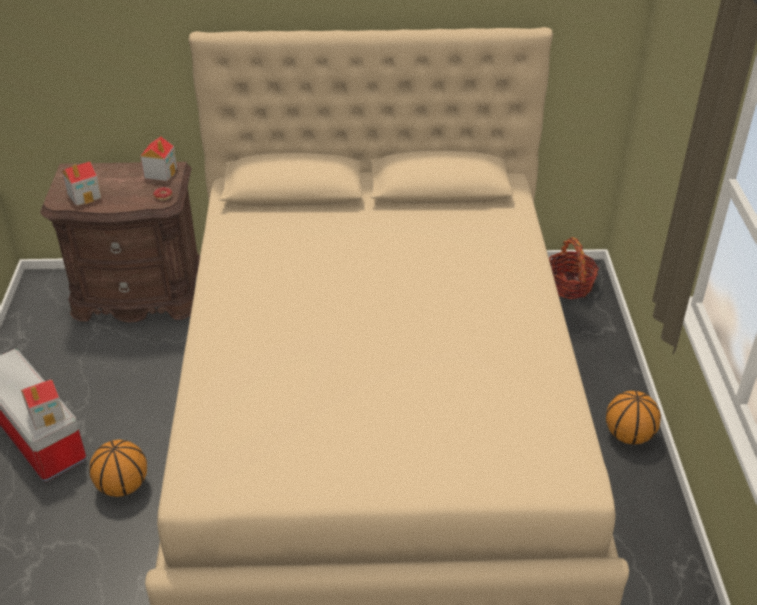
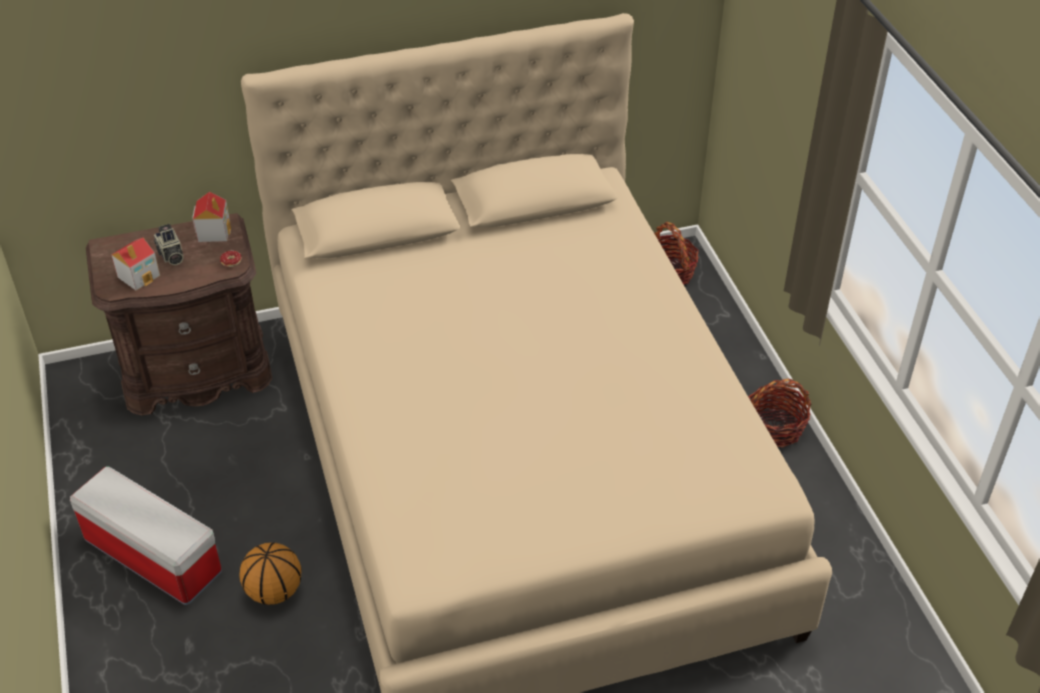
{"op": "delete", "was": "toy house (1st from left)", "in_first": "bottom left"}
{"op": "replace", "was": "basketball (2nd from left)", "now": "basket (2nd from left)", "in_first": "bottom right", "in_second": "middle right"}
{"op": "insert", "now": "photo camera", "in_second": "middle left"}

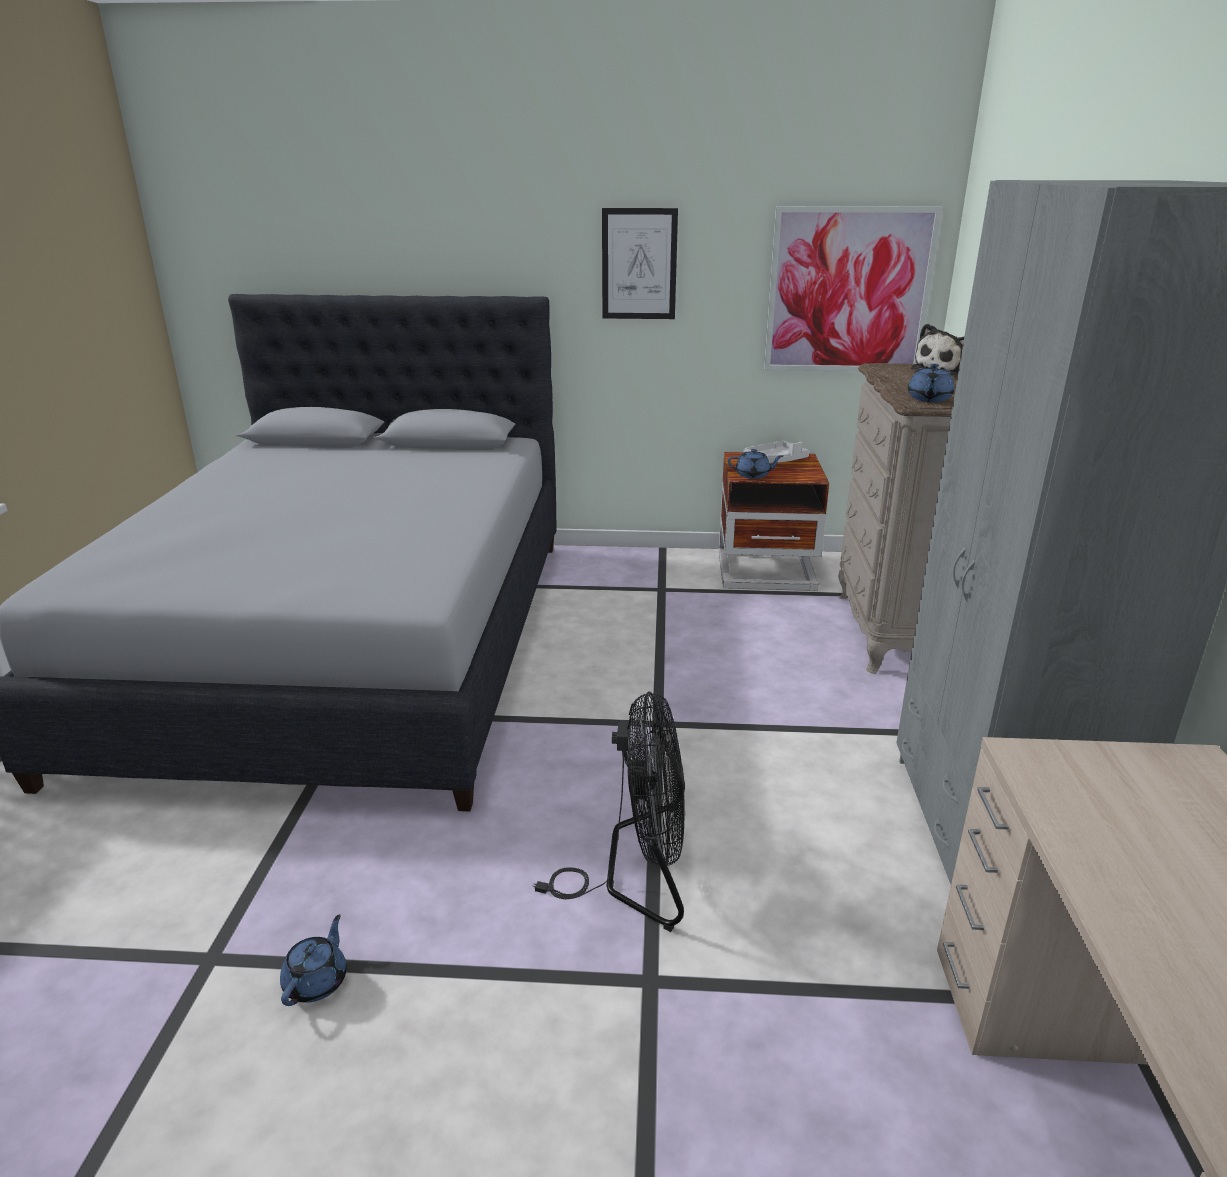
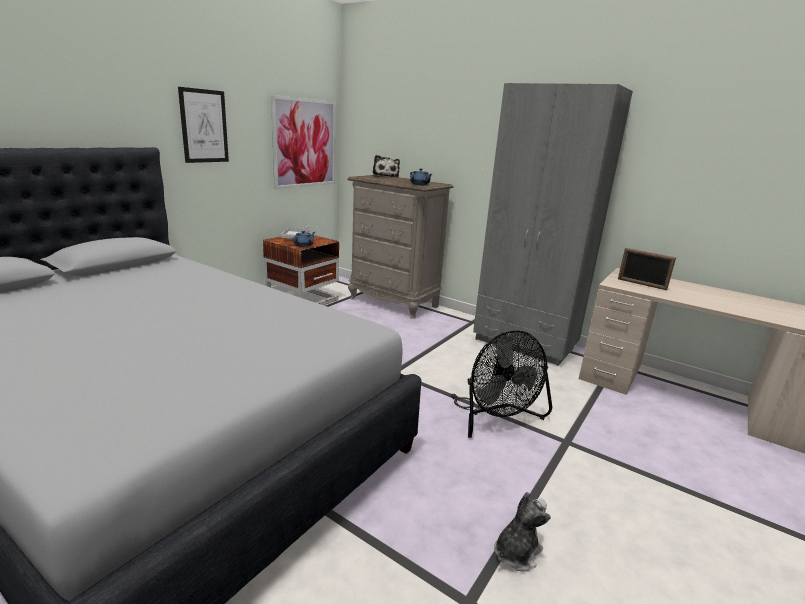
{"op": "replace", "was": "teapot (blue) (1st from left)", "now": "plush toy (2nd from left)", "in_first": "bottom left", "in_second": "bottom centre"}
{"op": "rotate", "was": "fan (black)", "in_first": "bottom centre", "in_second": "centre", "clockwise": 120}
{"op": "insert", "now": "picture frame", "in_second": "middle right"}

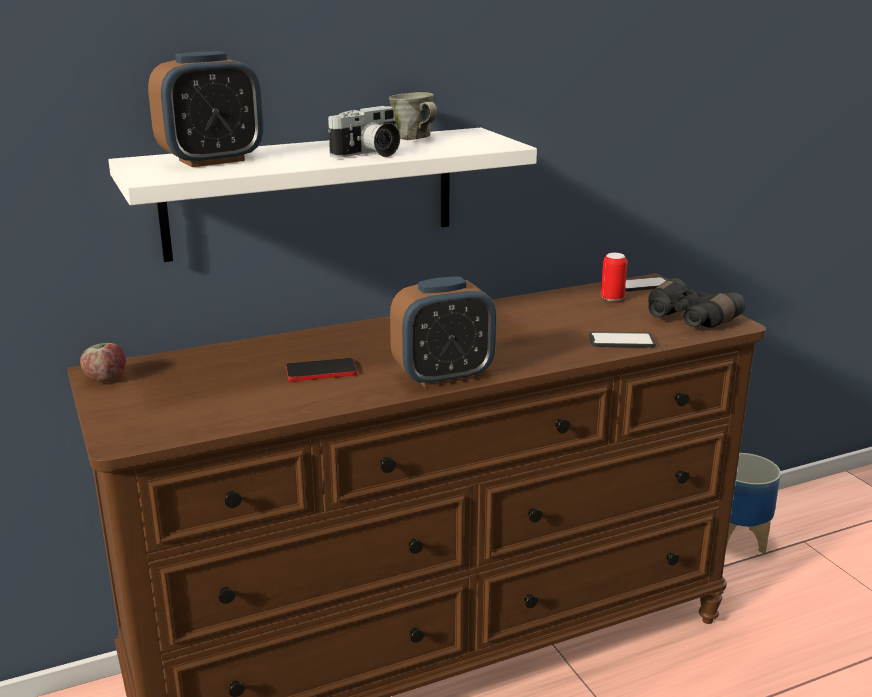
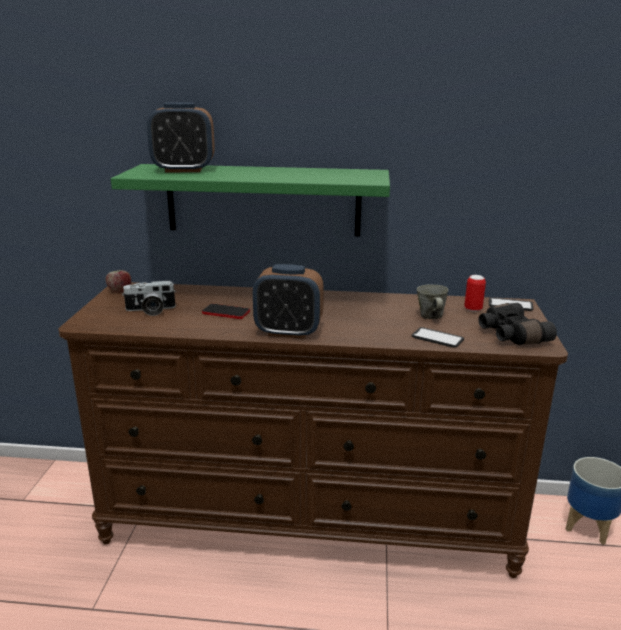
{"op": "recolor", "was": "shelf (white)", "now": "shelf (green)", "in_first": "top centre", "in_second": "top centre"}
{"op": "move", "was": "photo camera", "in_first": "top centre", "in_second": "middle left"}
{"op": "move", "was": "mug (grey)", "in_first": "top centre", "in_second": "middle right"}

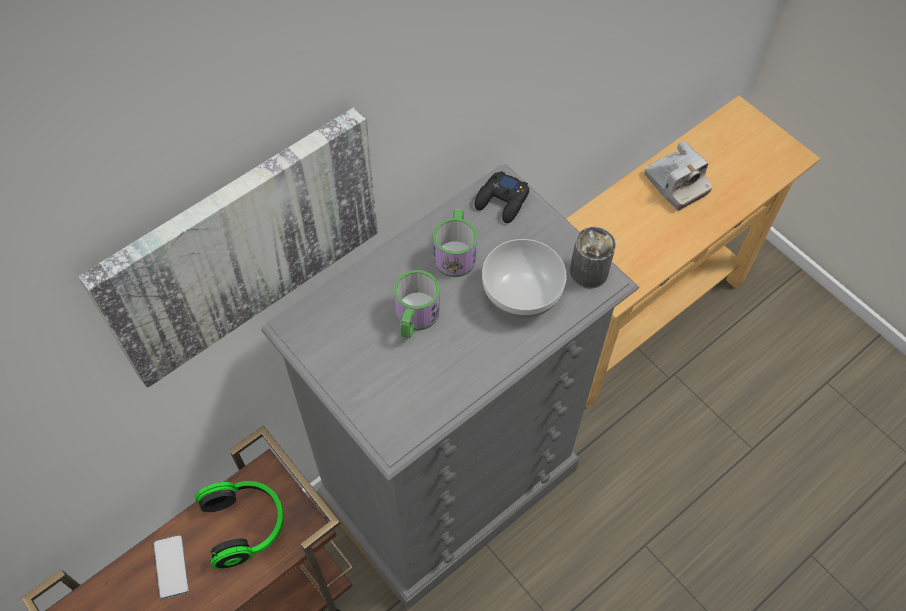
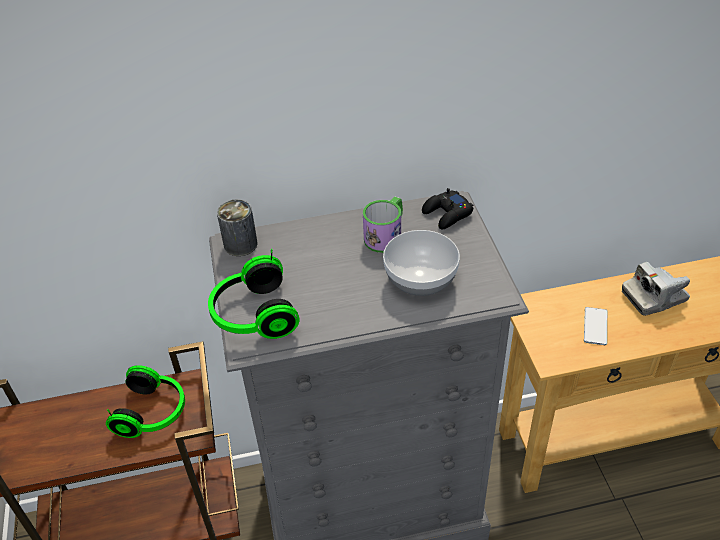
{"op": "delete", "was": "picture", "in_first": "middle left"}
{"op": "move", "was": "phone", "in_first": "bottom left", "in_second": "middle right"}
{"op": "delete", "was": "mug (1st from left)", "in_first": "centre"}
{"op": "move", "was": "can", "in_first": "centre", "in_second": "middle left"}
{"op": "rotate", "was": "photo camera", "in_first": "top right", "in_second": "middle right", "clockwise": 75}
{"op": "insert", "now": "headphones (2nd from left)", "in_second": "centre"}

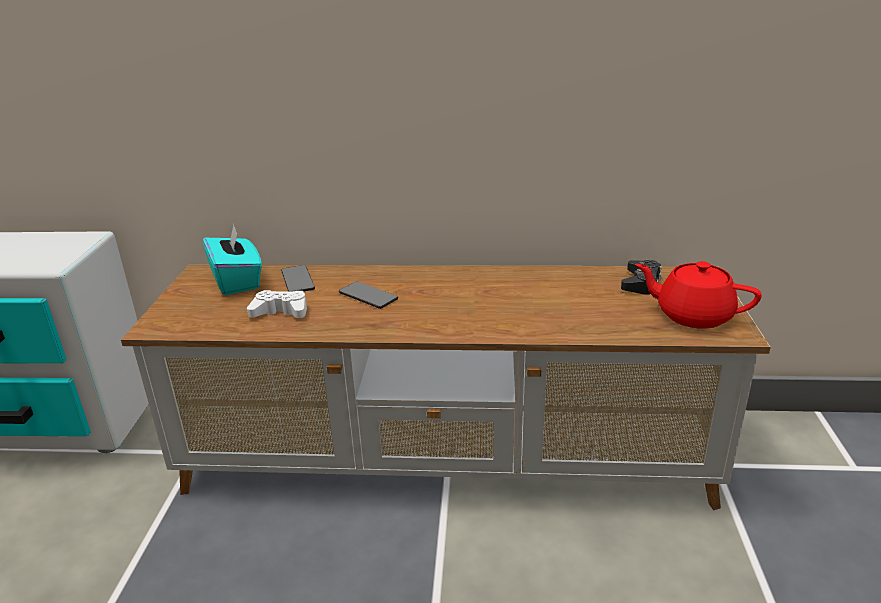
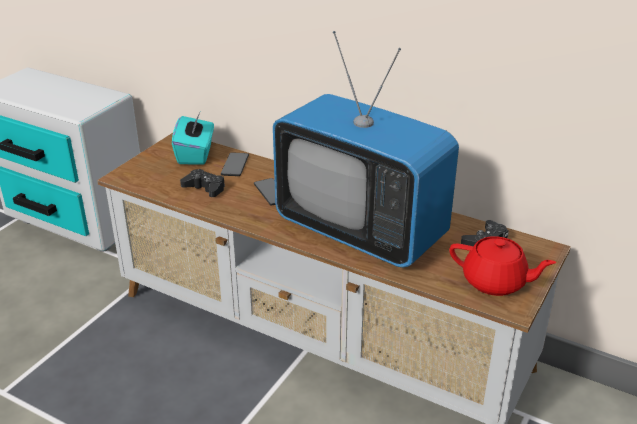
{"op": "recolor", "was": "game controller (white)", "now": "game controller (black) (1st from left)", "in_first": "middle left", "in_second": "middle left"}
{"op": "rotate", "was": "teapot (red)", "in_first": "middle right", "in_second": "middle right", "clockwise": 150}
{"op": "insert", "now": "television", "in_second": "centre"}

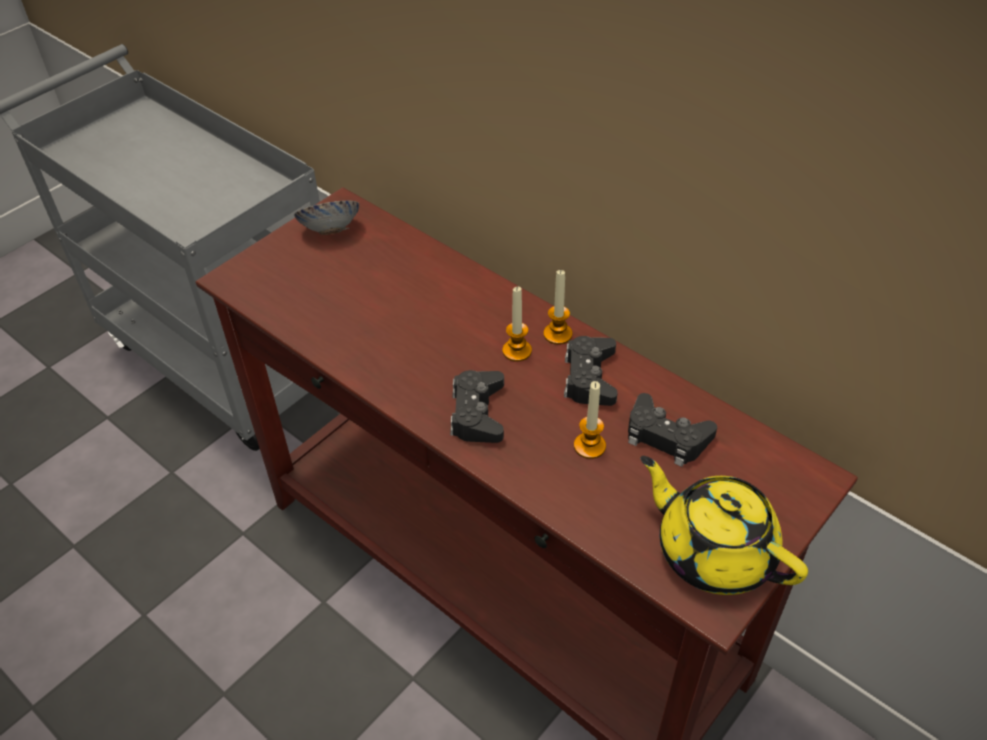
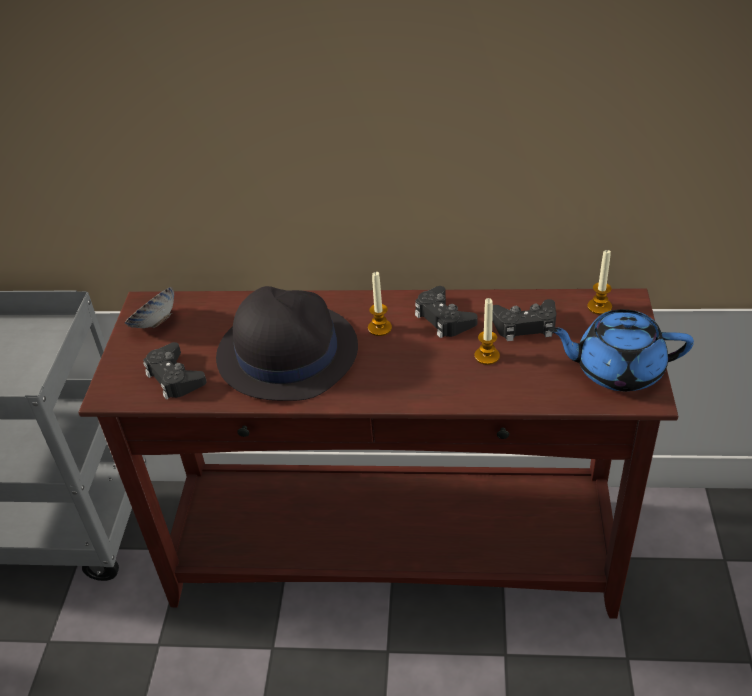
{"op": "move", "was": "game controller (black) (1st from left)", "in_first": "centre", "in_second": "middle left"}
{"op": "move", "was": "candle (2nd from left in the first image)", "now": "candle (3rd from left)", "in_first": "centre", "in_second": "middle right"}
{"op": "recolor", "was": "teapot (yellow)", "now": "teapot (blue)", "in_first": "bottom right", "in_second": "middle right"}
{"op": "insert", "now": "hat (black)", "in_second": "centre"}

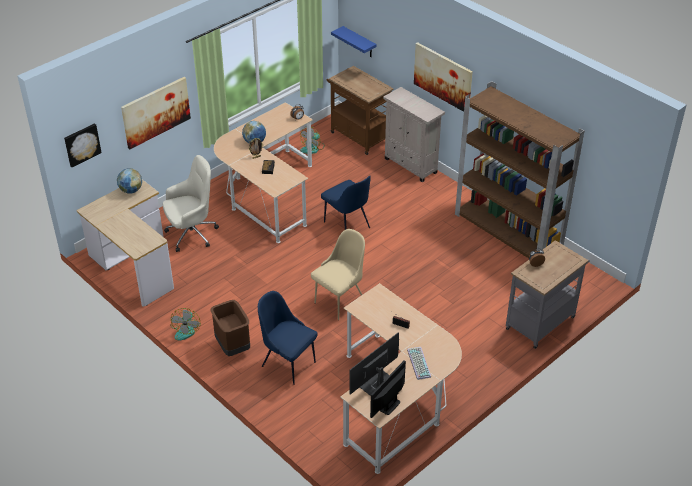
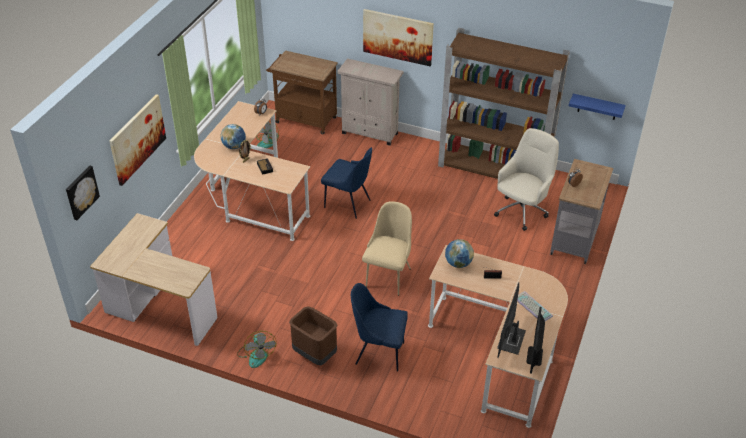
{"op": "move", "was": "globe (1st from left in the first image)", "now": "globe (2nd from left)", "in_first": "middle left", "in_second": "centre"}
{"op": "move", "was": "office chair (beige)", "in_first": "middle left", "in_second": "middle right"}
{"op": "move", "was": "shelf (blue)", "in_first": "top centre", "in_second": "top right"}

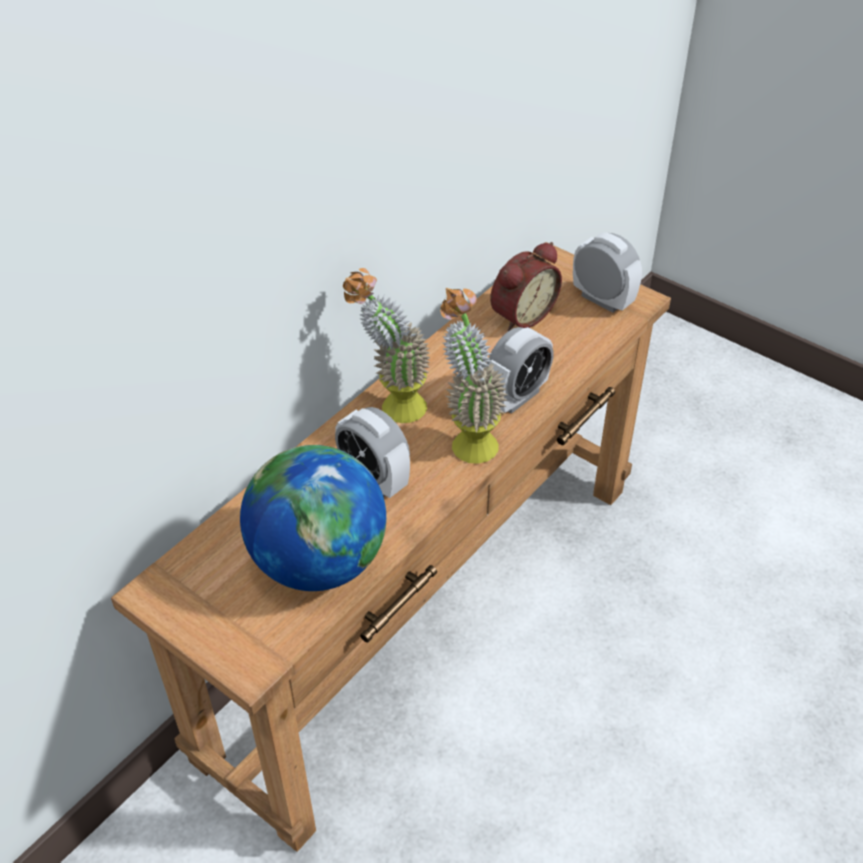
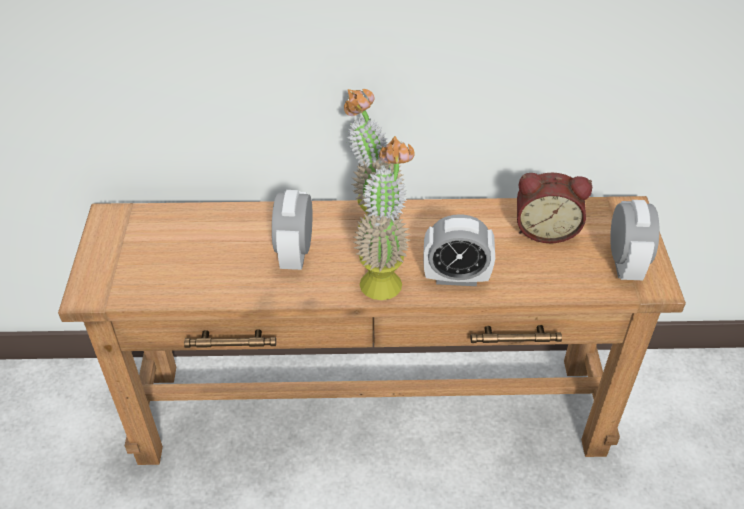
{"op": "delete", "was": "globe", "in_first": "centre"}

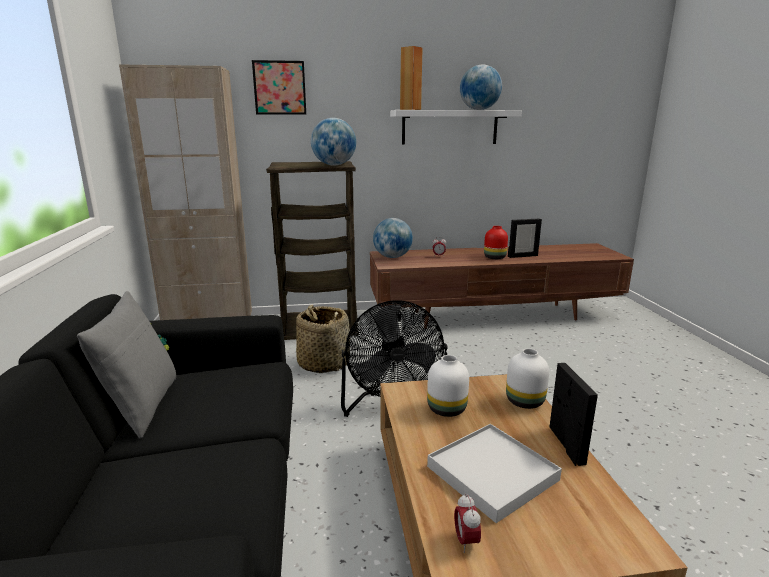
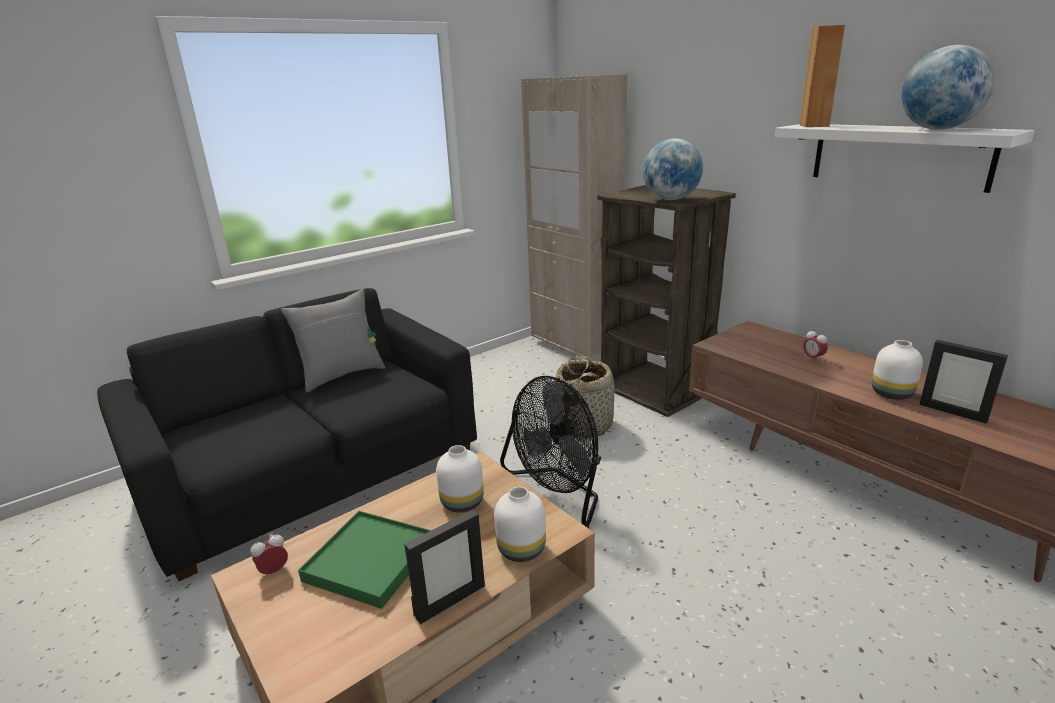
{"op": "delete", "was": "picture", "in_first": "top centre"}
{"op": "delete", "was": "globe (2nd from left)", "in_first": "centre"}
{"op": "recolor", "was": "tray (white)", "now": "tray (green)", "in_first": "bottom centre", "in_second": "bottom centre"}
{"op": "recolor", "was": "vase (red)", "now": "vase (white) (3rd from left)", "in_first": "centre", "in_second": "middle right"}

